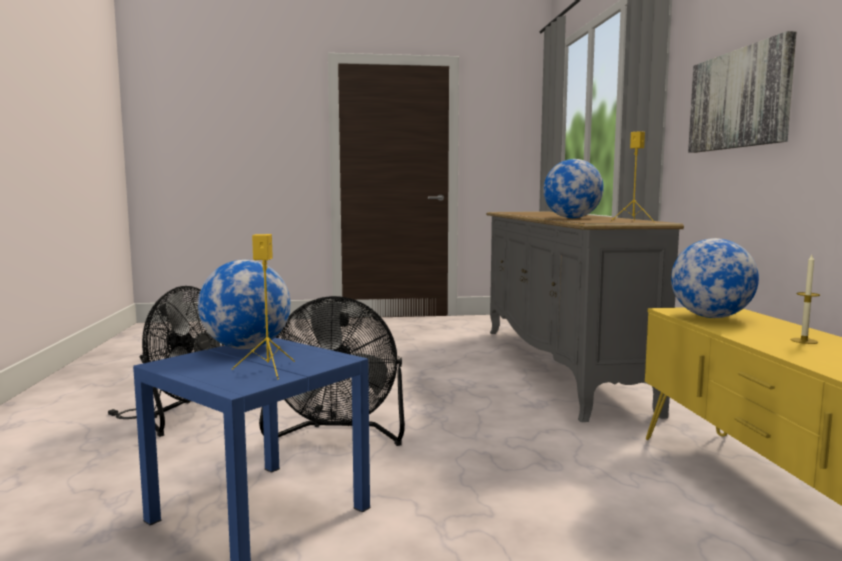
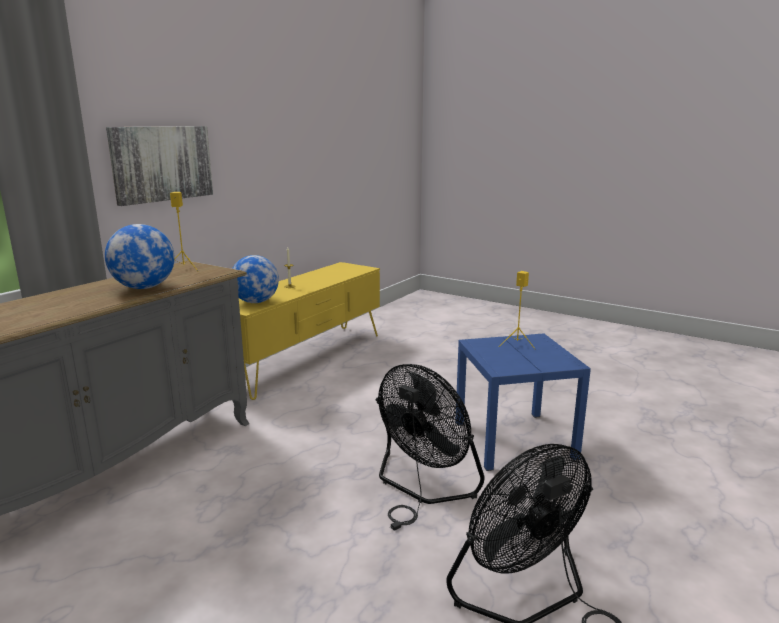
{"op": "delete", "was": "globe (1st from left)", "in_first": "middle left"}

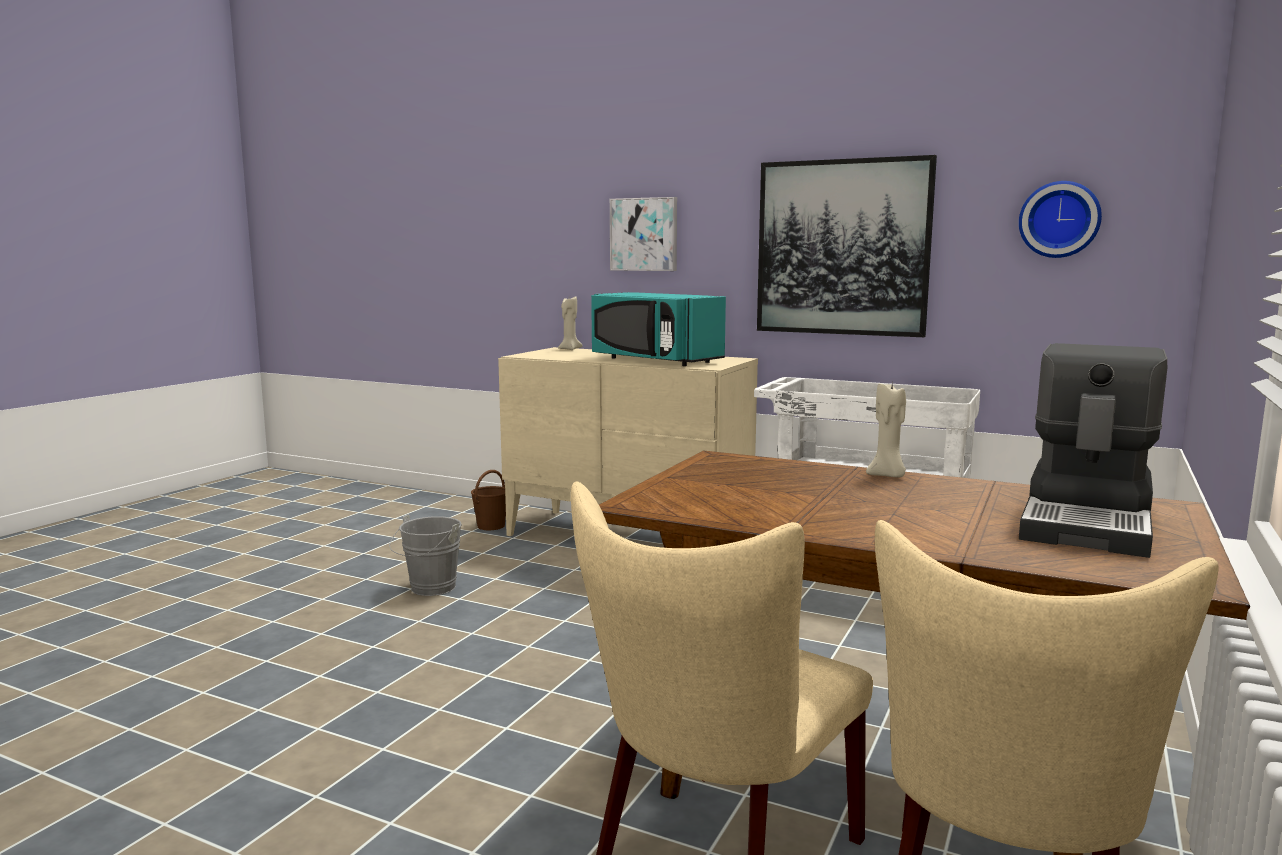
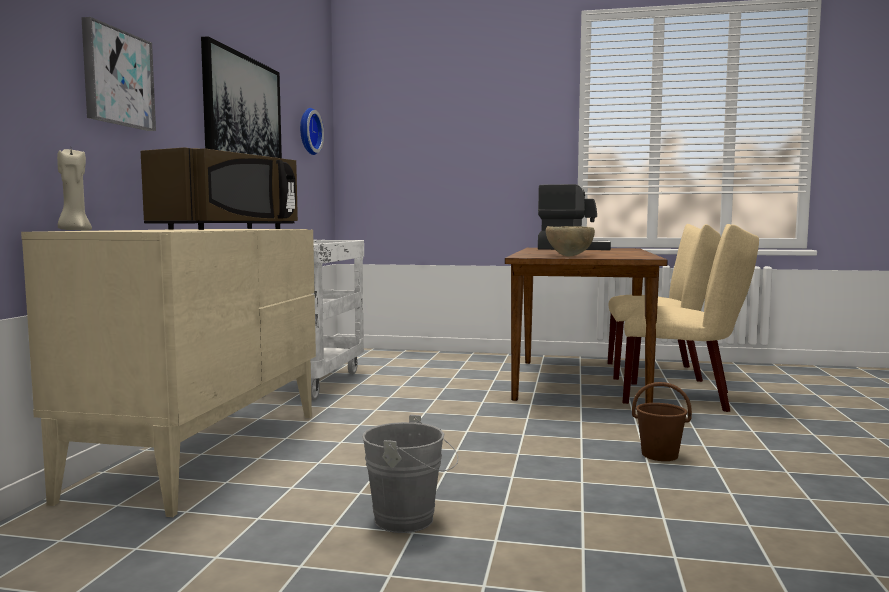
{"op": "move", "was": "bucket (brown)", "in_first": "centre", "in_second": "bottom right"}
{"op": "recolor", "was": "microwave (turquoise)", "now": "microwave (brown)", "in_first": "centre", "in_second": "top left"}
{"op": "delete", "was": "candle (beige) (2nd from left)", "in_first": "middle right"}
{"op": "insert", "now": "bowl (brown)", "in_second": "centre"}

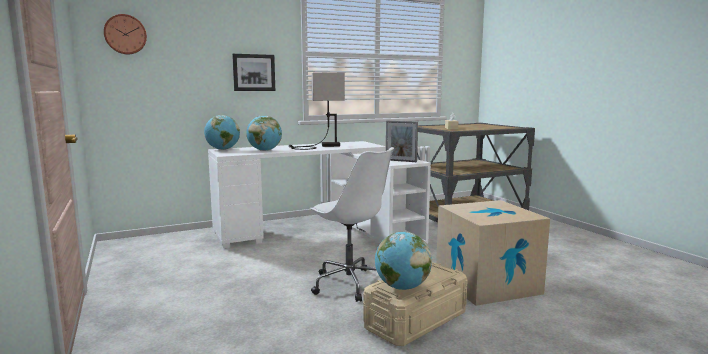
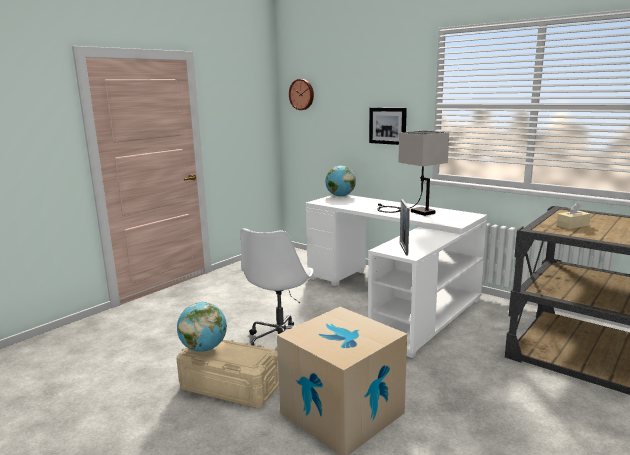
{"op": "delete", "was": "globe (2nd from left)", "in_first": "centre"}

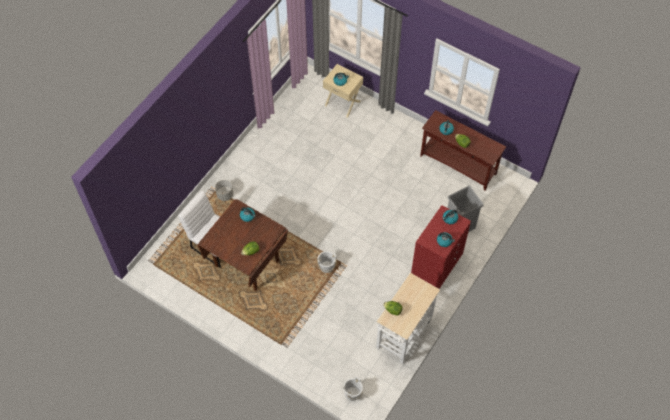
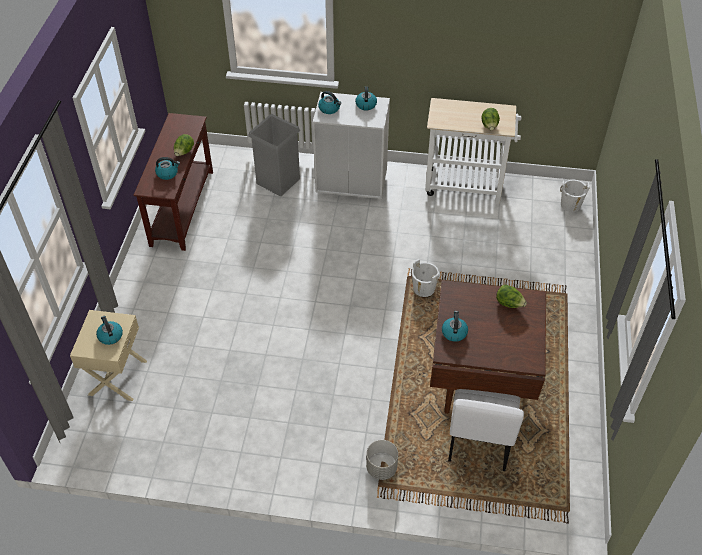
{"op": "recolor", "was": "cabinet (red)", "now": "cabinet (white)", "in_first": "centre", "in_second": "top centre"}

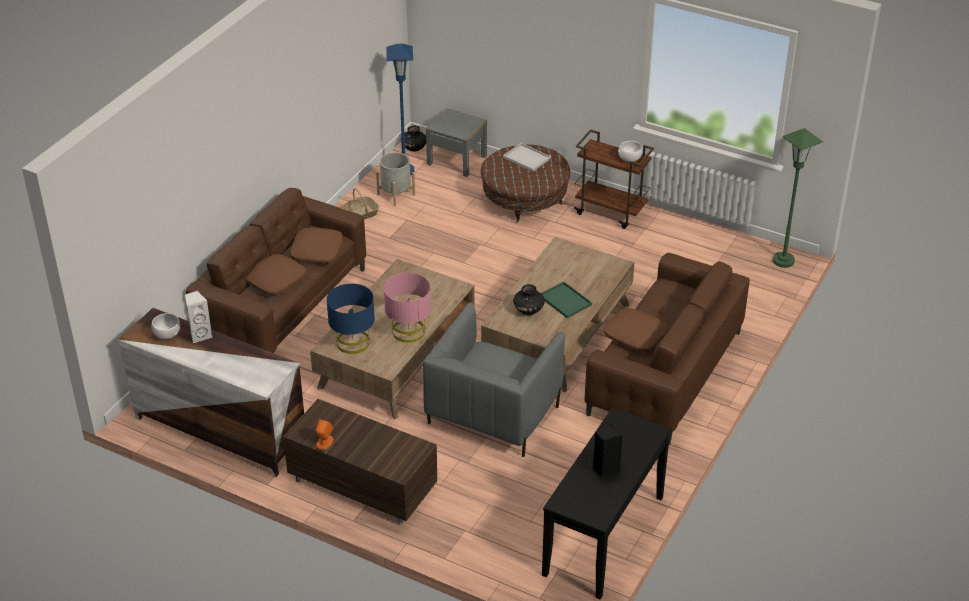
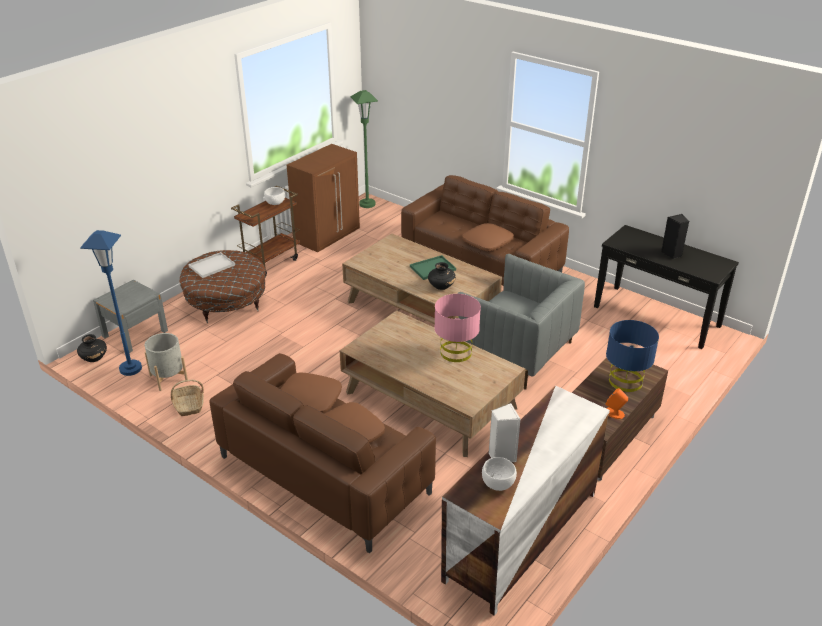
{"op": "move", "was": "table lamp (blue)", "in_first": "centre", "in_second": "middle right"}
{"op": "insert", "now": "cabinet (brown)", "in_second": "top centre"}

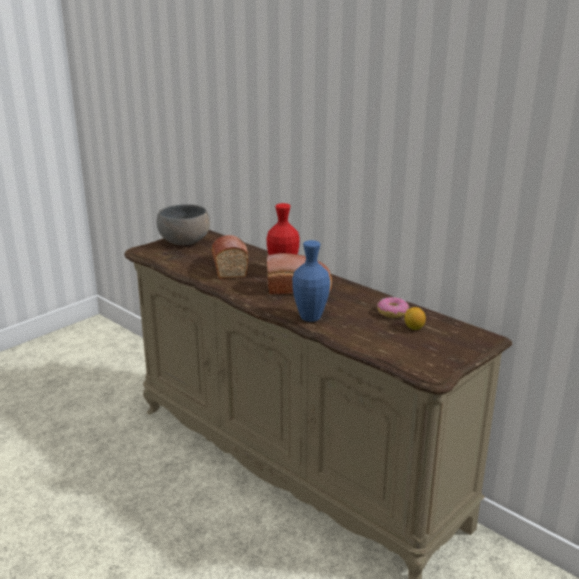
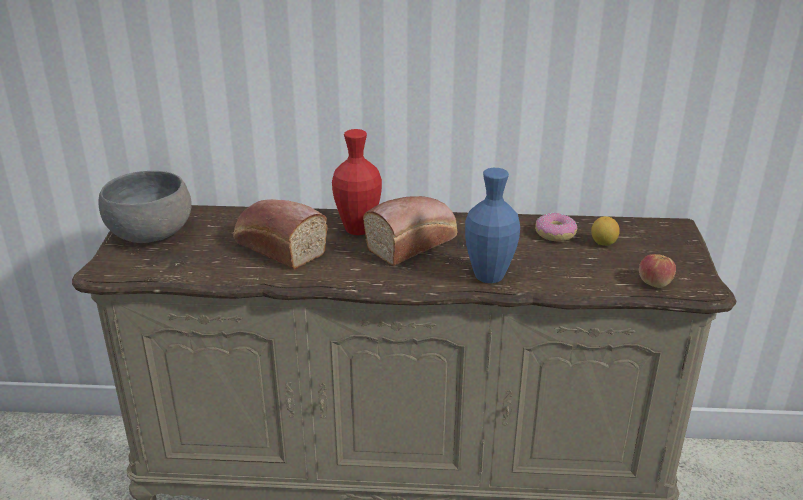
{"op": "insert", "now": "apple", "in_second": "middle right"}

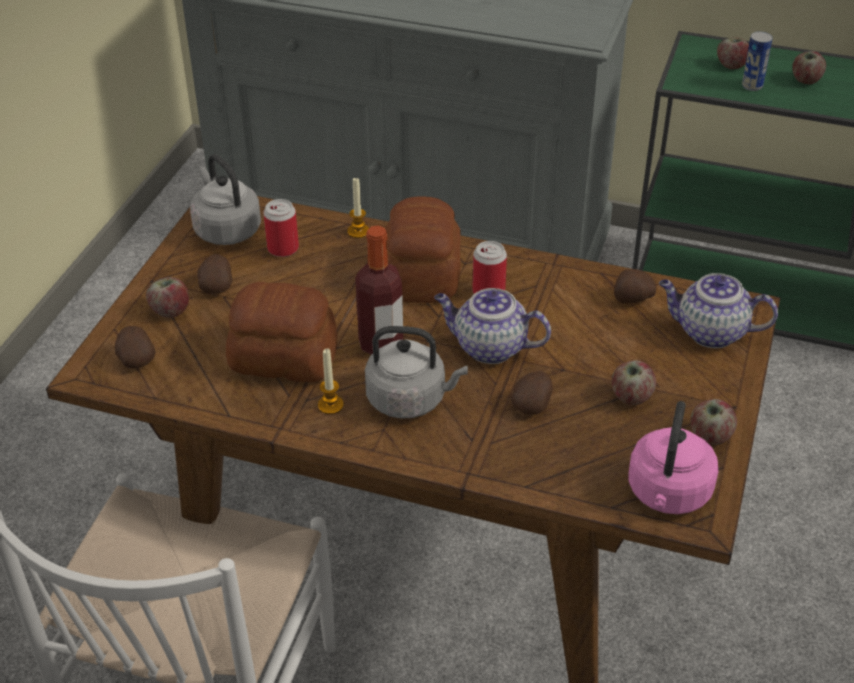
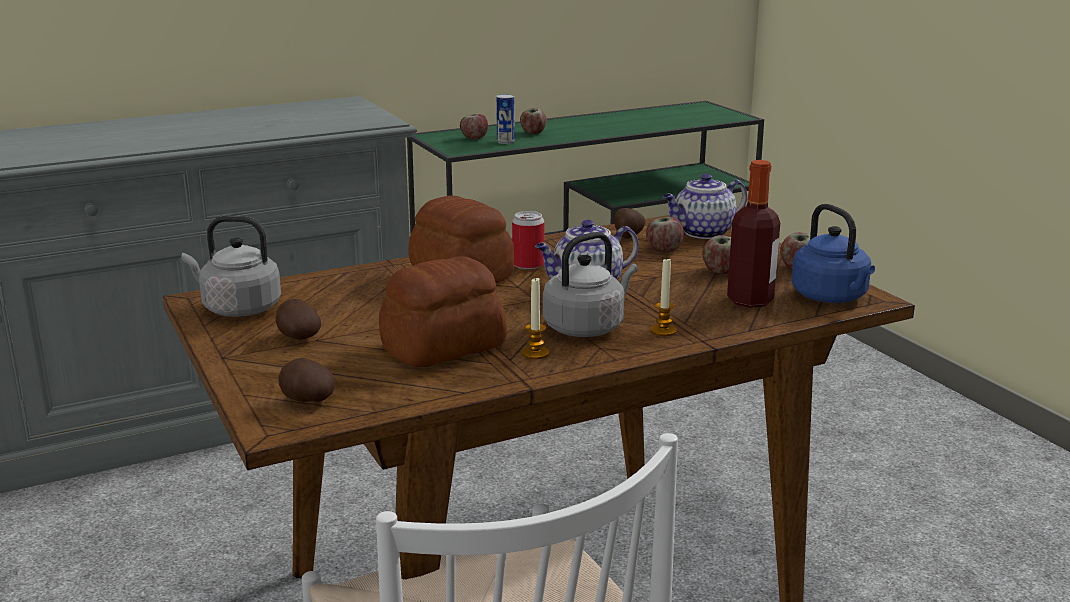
{"op": "move", "was": "apple (1st from left in the first image)", "now": "apple (3rd from left)", "in_first": "middle left", "in_second": "centre"}
{"op": "delete", "was": "can (1st from left)", "in_first": "middle left"}
{"op": "move", "was": "candle (2nd from left)", "in_first": "top centre", "in_second": "centre"}
{"op": "move", "was": "bottle", "in_first": "centre", "in_second": "middle right"}
{"op": "delete", "was": "potato (3rd from left)", "in_first": "centre"}
{"op": "recolor", "was": "kettle (pink)", "now": "kettle (blue)", "in_first": "bottom right", "in_second": "middle right"}

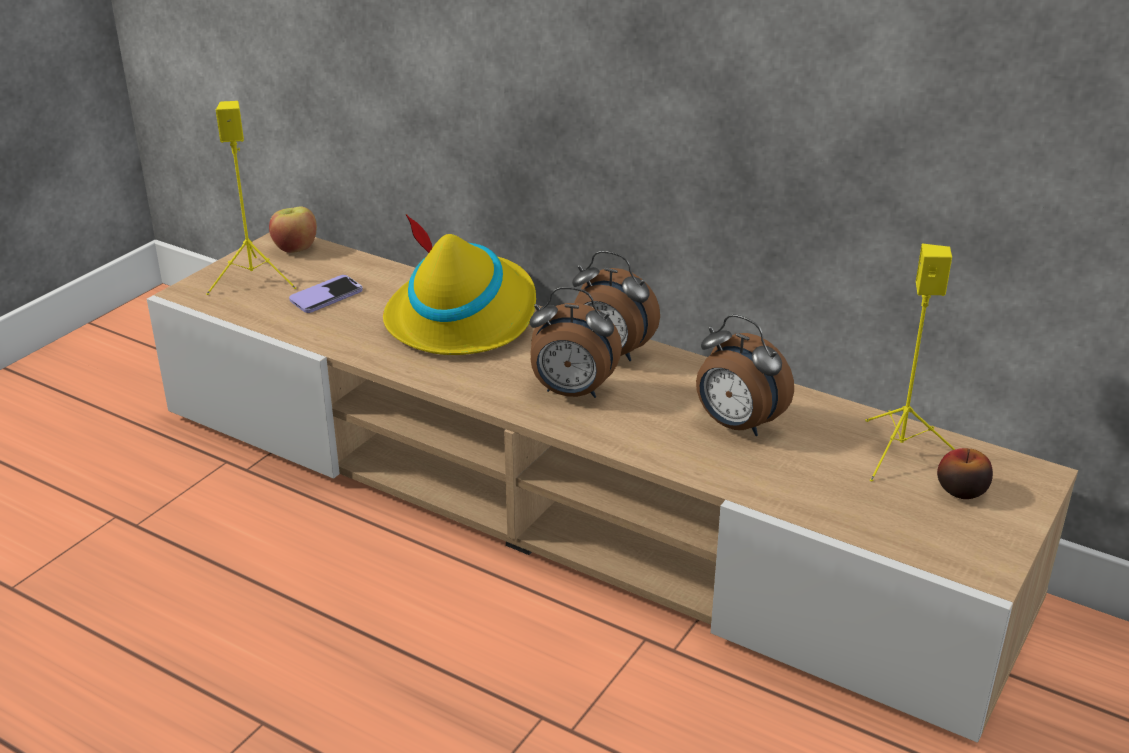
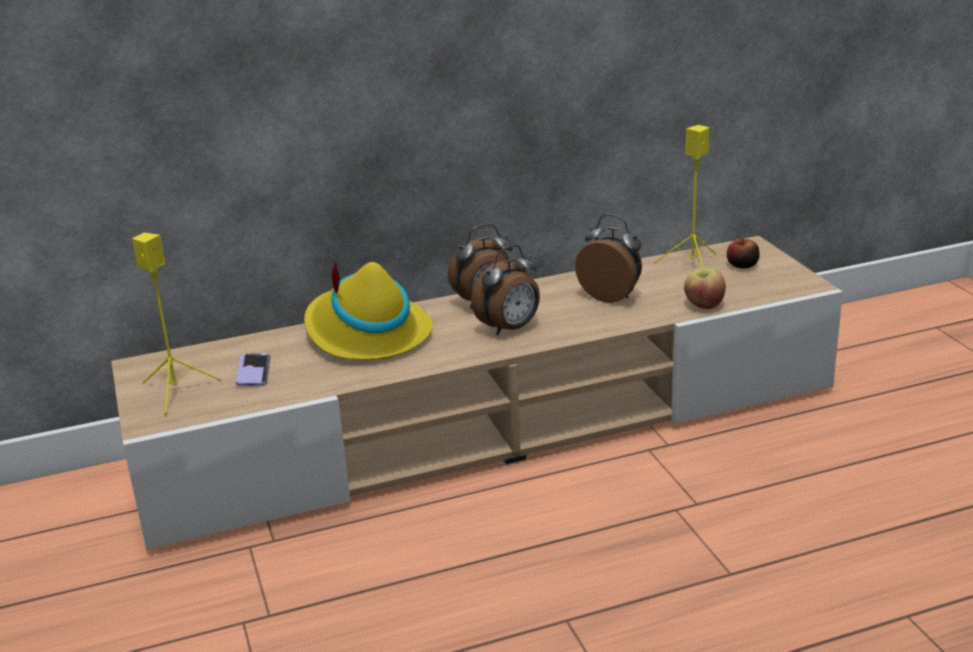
{"op": "move", "was": "apple (1st from left)", "in_first": "top left", "in_second": "middle right"}
{"op": "rotate", "was": "alarm clock (3rd from left)", "in_first": "centre", "in_second": "centre", "clockwise": -135}

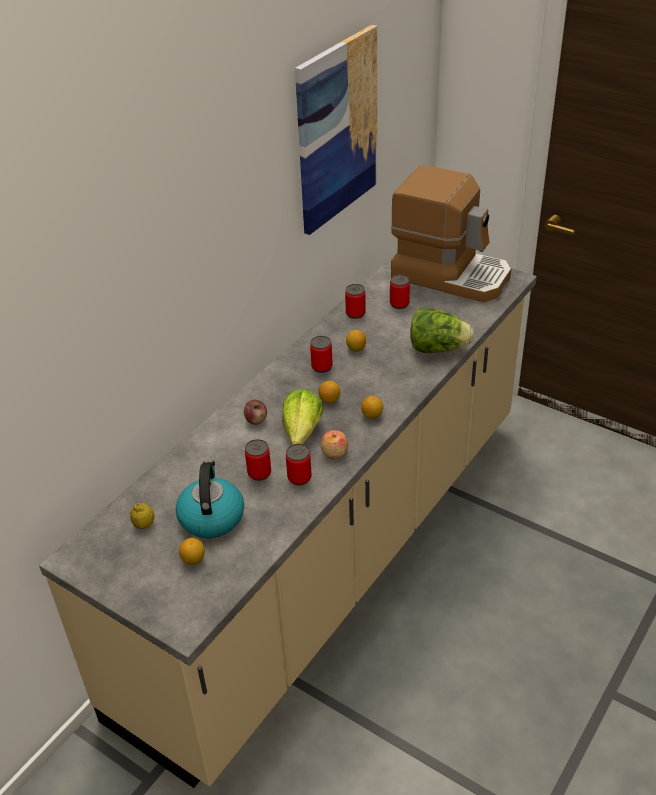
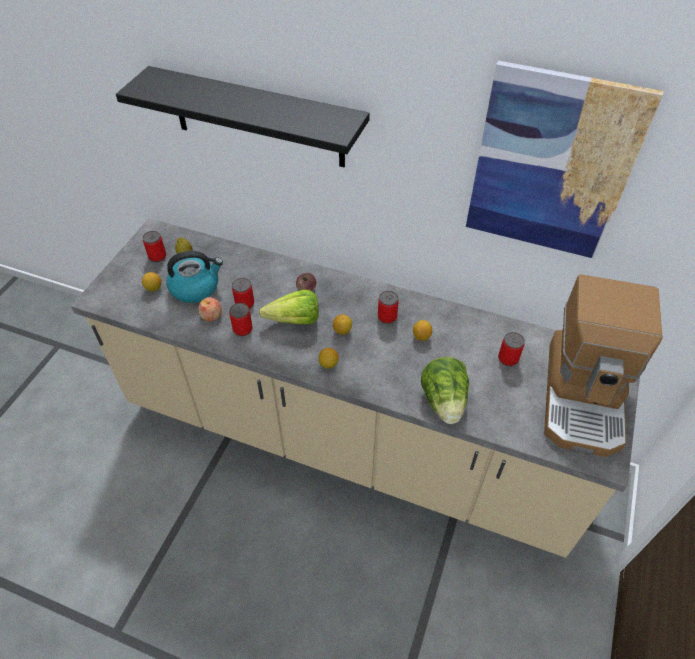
{"op": "move", "was": "apple (2nd from left in the first image)", "now": "apple (1st from left)", "in_first": "centre", "in_second": "middle left"}
{"op": "move", "was": "can (4th from left in the first image)", "now": "can (1st from left)", "in_first": "centre", "in_second": "middle left"}
{"op": "insert", "now": "shelf (black)", "in_second": "top centre"}

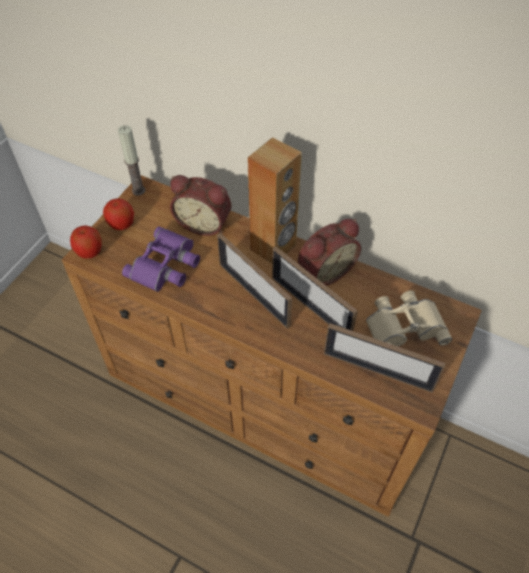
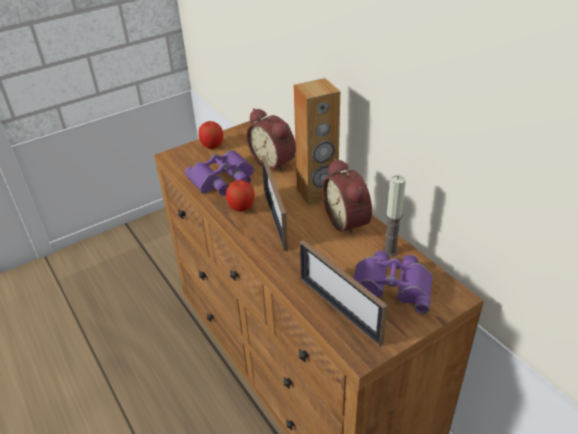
{"op": "move", "was": "apple (1st from left in the first image)", "now": "apple (2nd from left)", "in_first": "middle left", "in_second": "centre"}
{"op": "move", "was": "candle", "in_first": "top left", "in_second": "middle right"}
{"op": "delete", "was": "picture frame (2nd from left)", "in_first": "centre"}
{"op": "rotate", "was": "alarm clock (2nd from left)", "in_first": "centre", "in_second": "centre", "clockwise": 75}
{"op": "recolor", "was": "binoculars (beige)", "now": "binoculars (purple) (2nd from left)", "in_first": "middle right", "in_second": "middle right"}

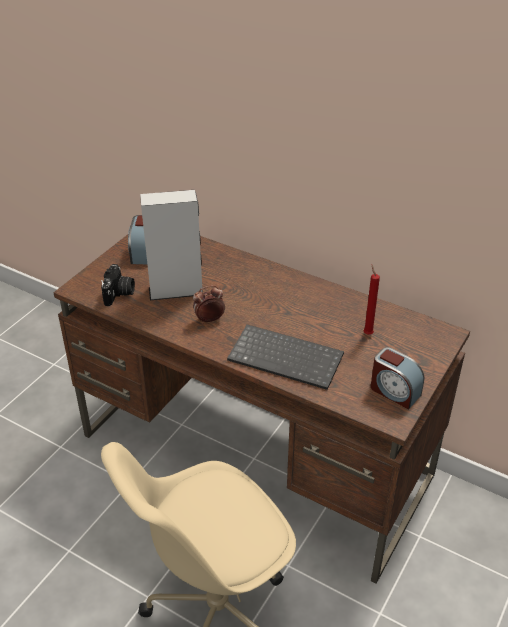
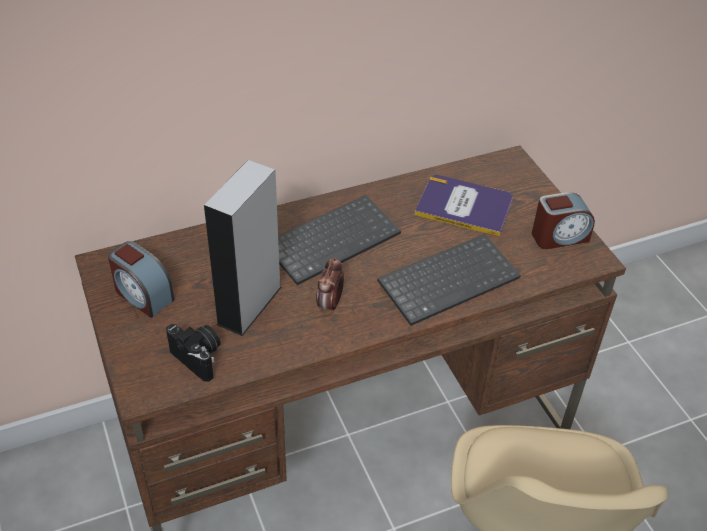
{"op": "replace", "was": "candle (red)", "now": "book", "in_first": "middle right", "in_second": "centre"}
{"op": "insert", "now": "keyboard (1st from left)", "in_second": "centre"}

